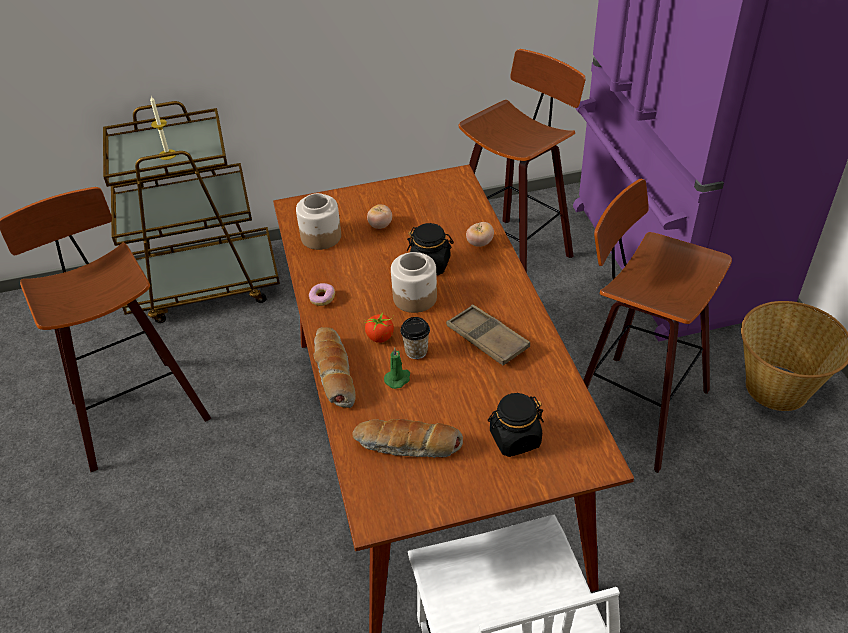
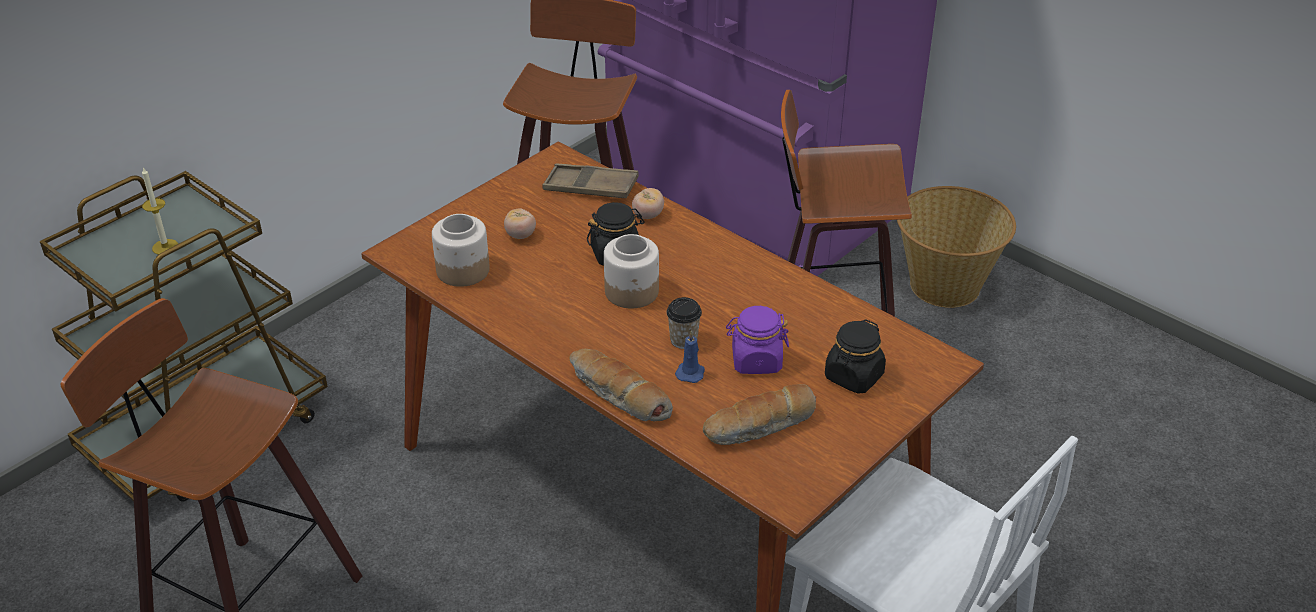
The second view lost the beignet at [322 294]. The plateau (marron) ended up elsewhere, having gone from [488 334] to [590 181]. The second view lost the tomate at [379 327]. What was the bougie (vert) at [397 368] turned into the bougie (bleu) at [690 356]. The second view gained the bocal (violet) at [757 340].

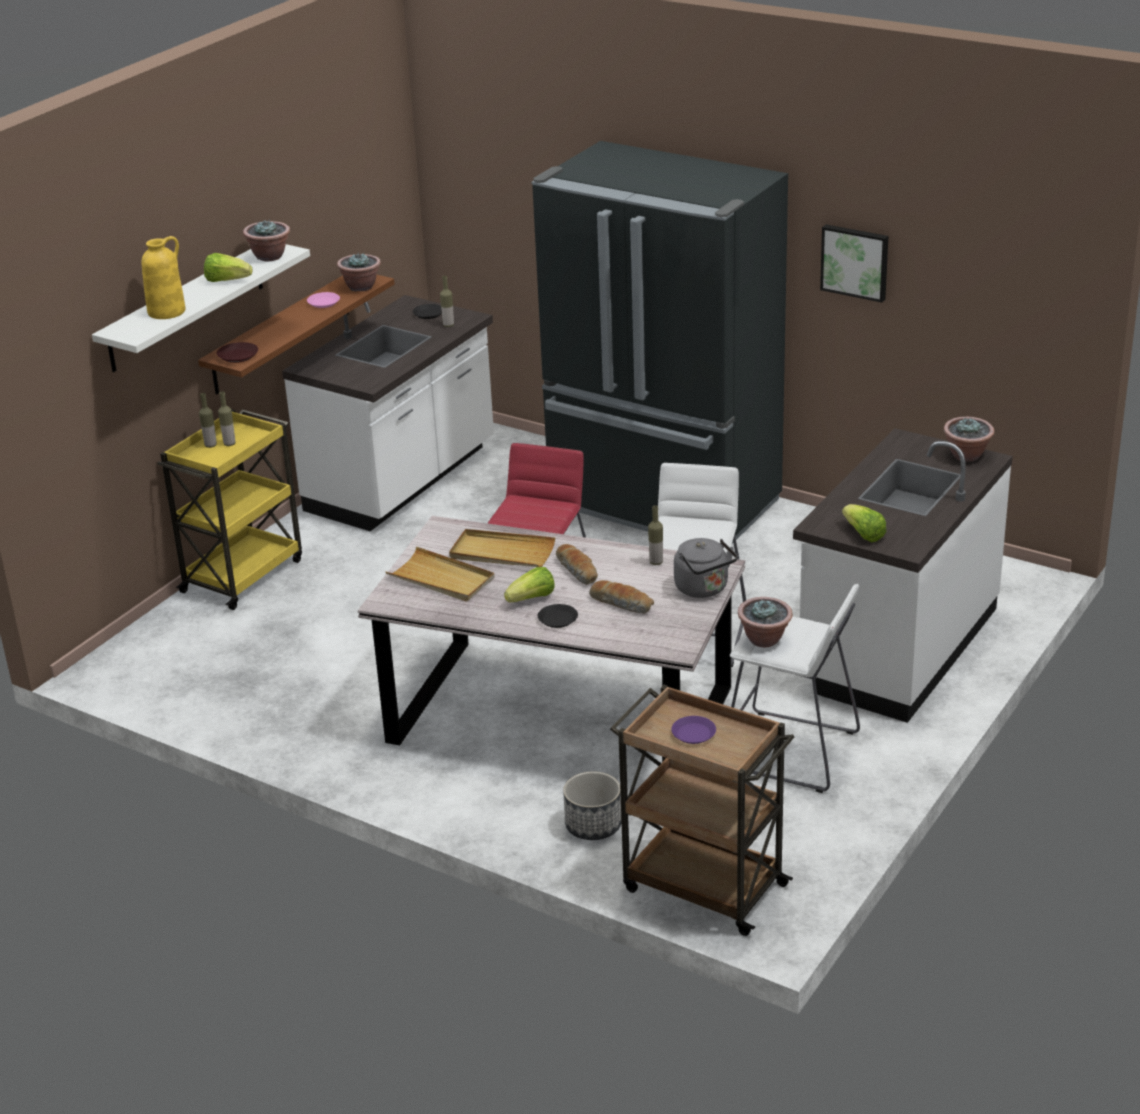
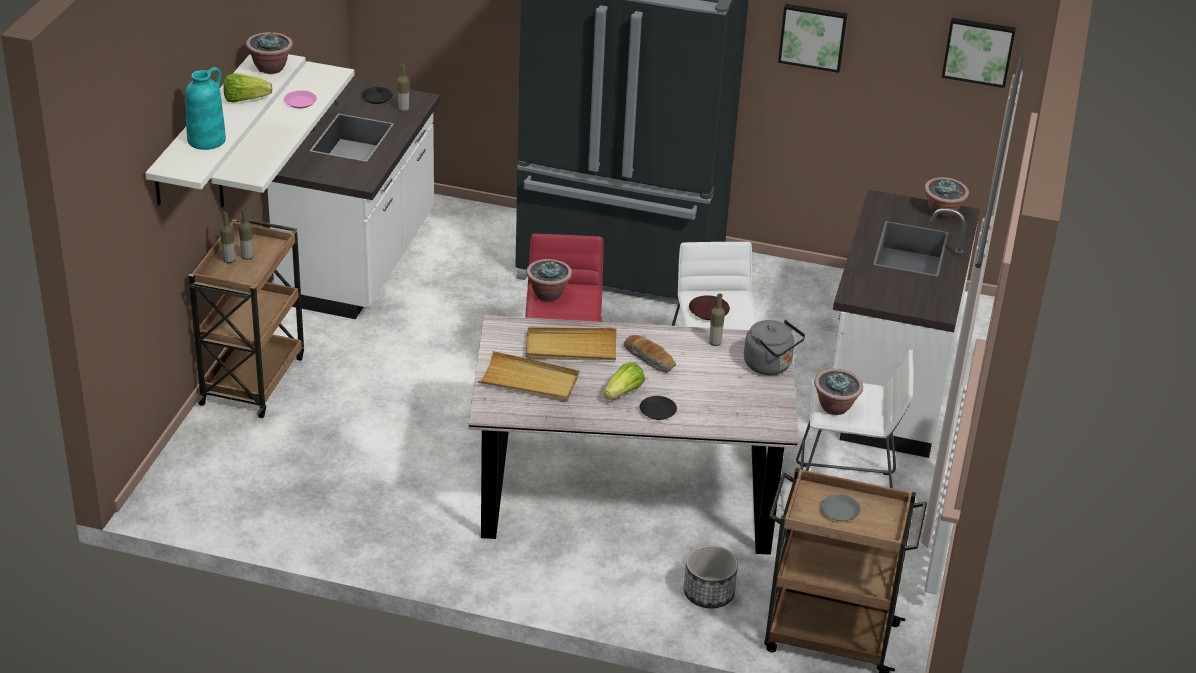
What was the vase (jaune) at [164 277] turned into the vase (turquoise) at [205 108]. The plante en pot ended up elsewhere, having gone from [359 271] to [549 280]. What was the étagère (marron) at [296 335] turned into the étagère (blanc) at [282 134]. The assiette (marron) ended up elsewhere, having gone from [237 352] to [709 307]. What was the chariot (jaune) at [229 509] turned into the chariot (marron) at [246 318]. The second view lost the laitue at [864 523]. The second view lost the pain at [621 597]. What was the assiette (violet) at [693 730] turned into the assiette (gris) at [840 507]. The second view gained the tableau at [979 53].

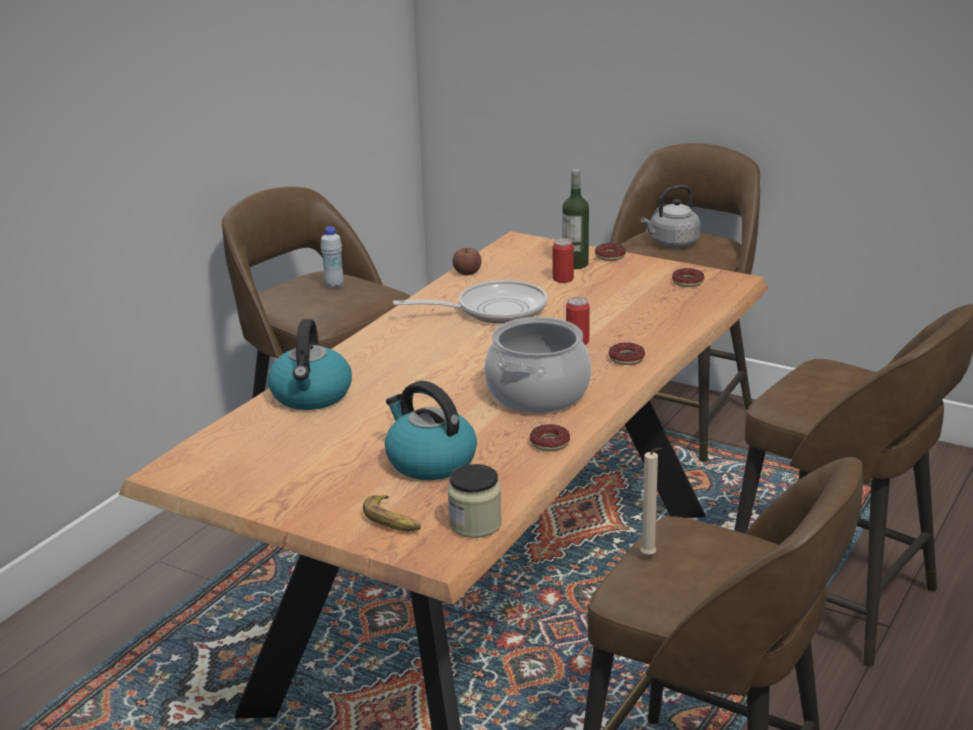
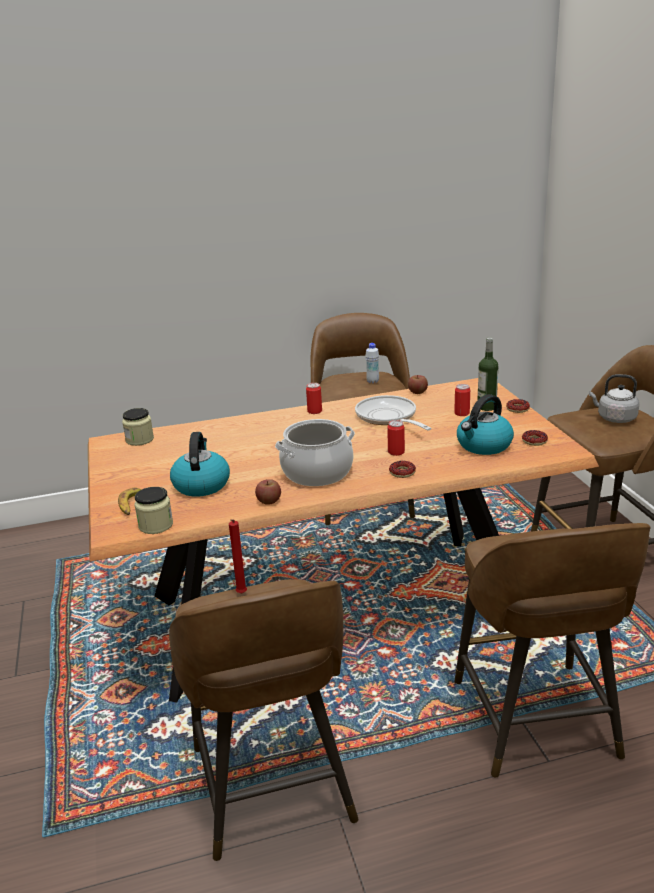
The poêle at [470 301] ended up facing another way, 150 degrees counterclockwise from before. The bouilloire ended up elsewhere, having gone from [310 364] to [485 424]. Where the beignet stood at [549 437], the pomme came to stand at [268 492]. What was the bougie (beige) at [650 502] turned into the bougie (rouge) at [238 556]. The second view gained the boîte métallique at [314 398]. The second view gained the bocal at [138 427].

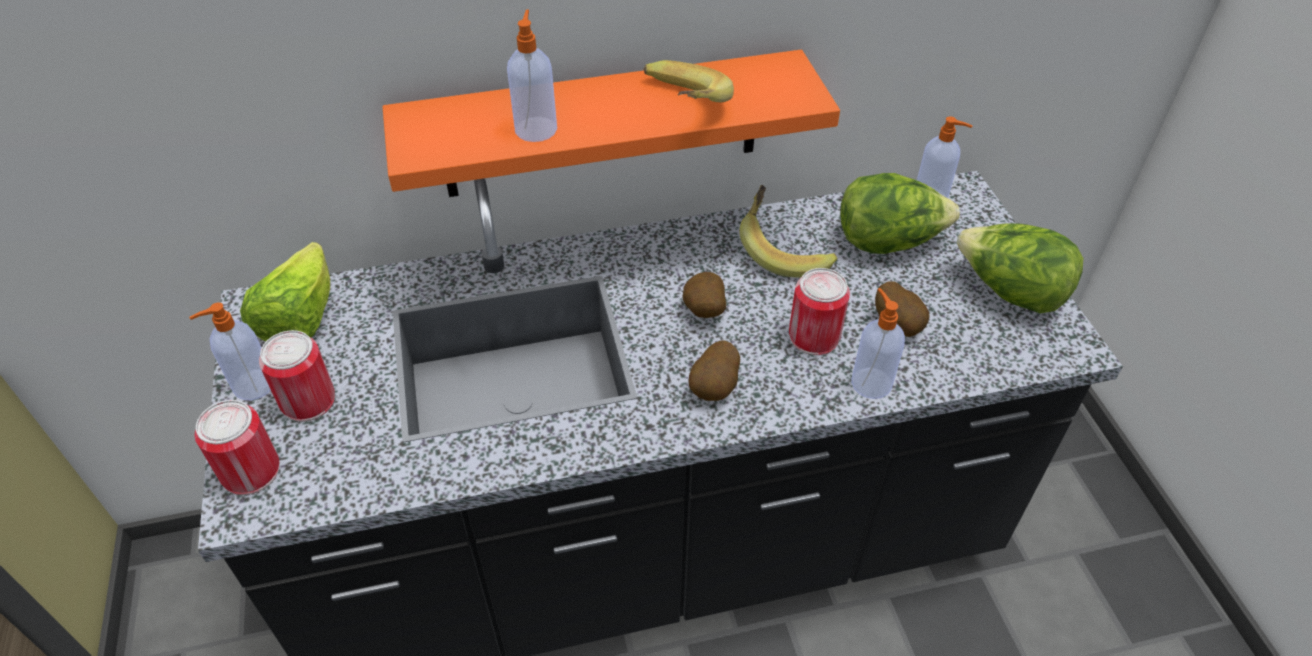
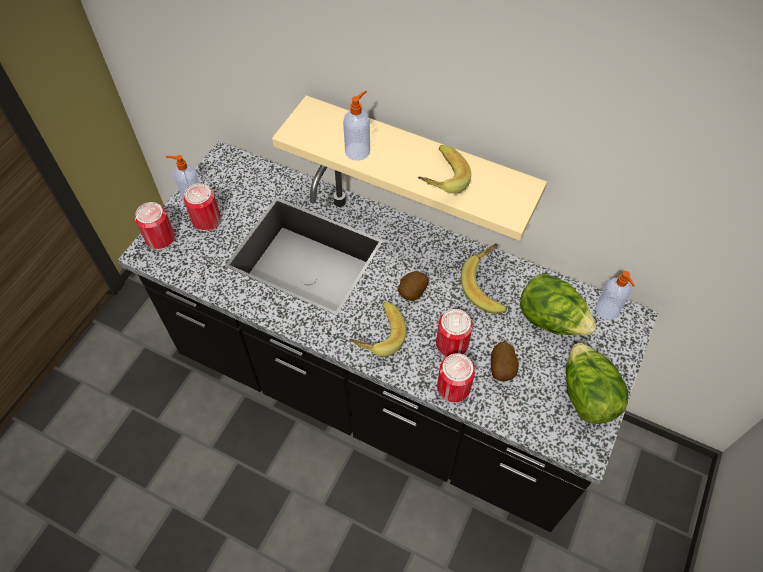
What was the étagère (orange) at [611 123] turned into the étagère (beige) at [409 168]. The second view lost the laitue at [285 292]. Where the distributeur de savon stood at [878 343], the boîte métallique came to stand at [456 378]. Where the pomme de terre stood at [714 371], the banane came to stand at [377 329].

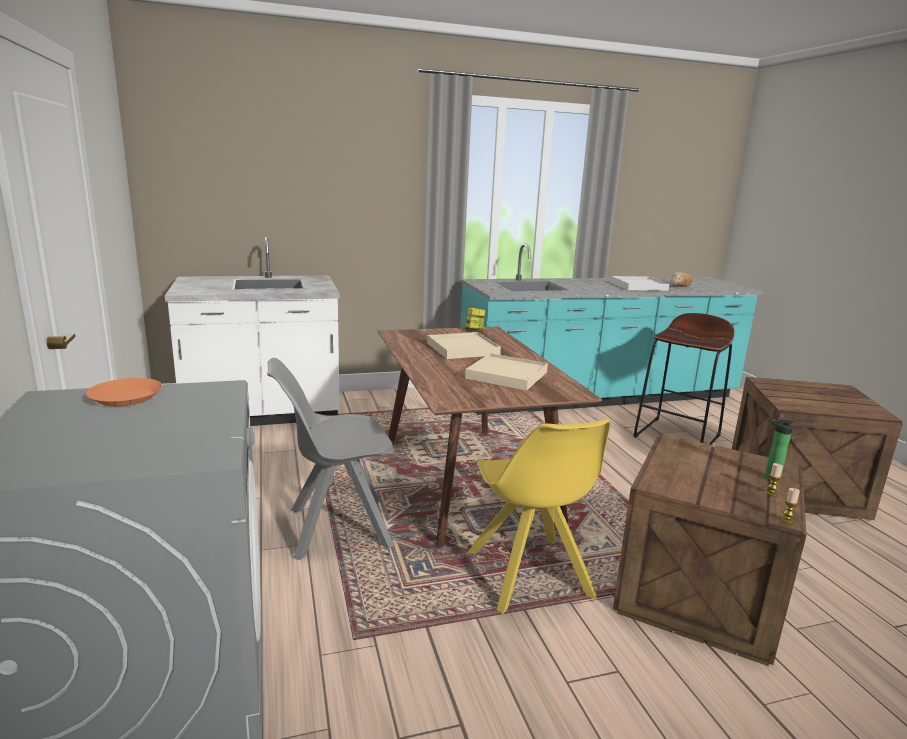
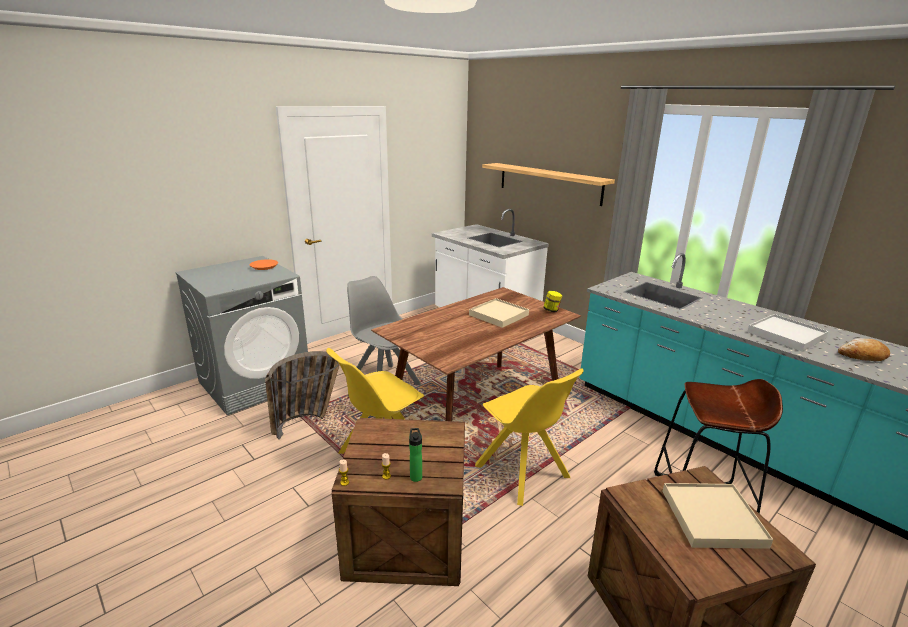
The plateau (beige) ended up elsewhere, having gone from [506 371] to [718 516]. The second view gained the étagère at [548 184]. The second view gained the panier at [302 395]. The second view gained the chaise (jaune) at [529 437].

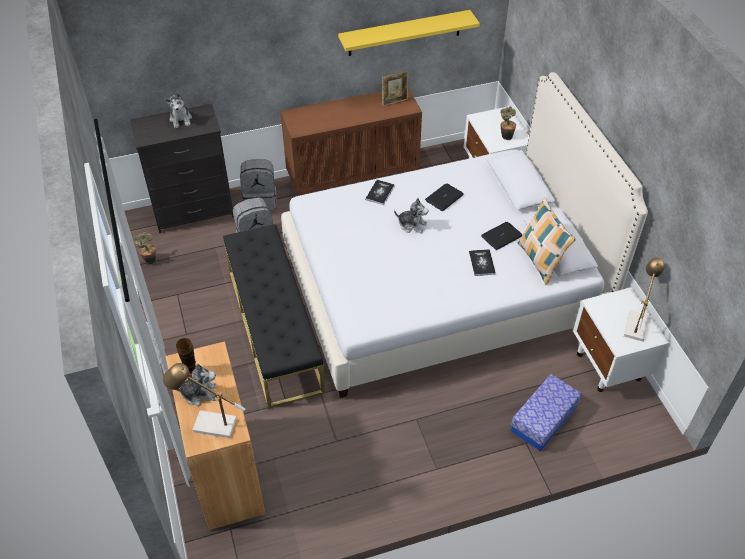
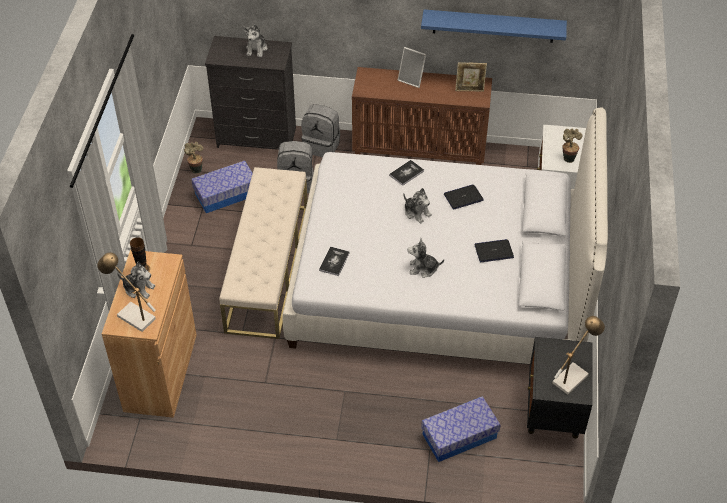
What was the étagère (jaune) at [409 33] turned into the étagère (bleu) at [494 26]. The second view lost the coussin at [547 241]. What was the banc (noir) at [274 316] turned into the banc (beige) at [263 253]. The livre ended up elsewhere, having gone from [482 262] to [334 261]. What was the table de chevet (blanc) at [621 339] turned into the table de chevet (noir) at [559 388]. The second view gained the cadre photo at [412 67]. The second view gained the boîte de rangement at [222 186]. The second view gained the peluche at [425 258].

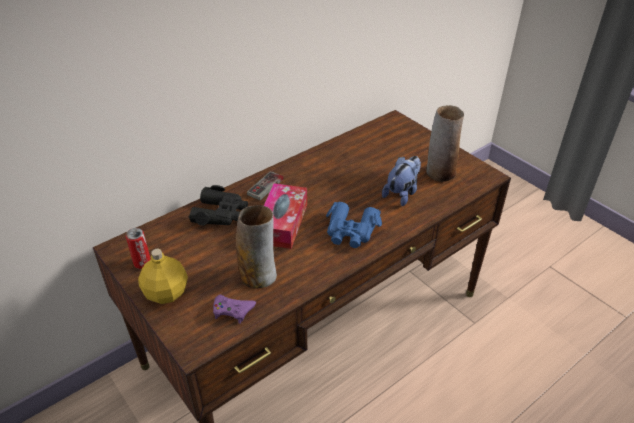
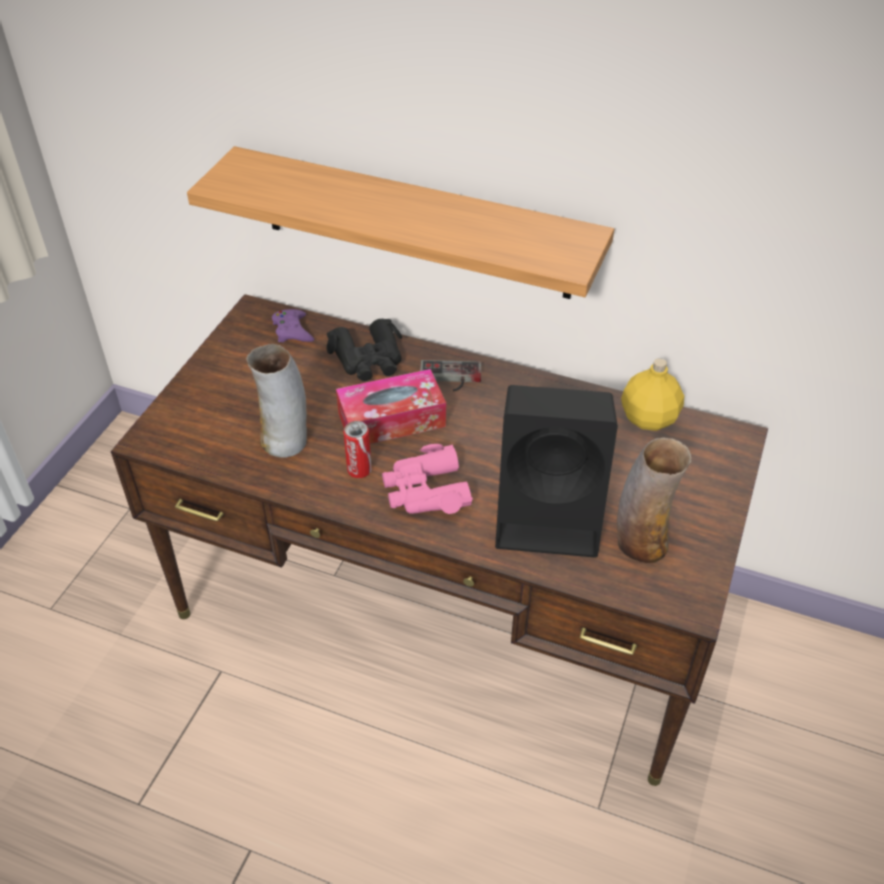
Where the peluche stood at [401 181], the enceinte (noir) came to stand at [556 471]. What was the jumelles (bleu) at [354 225] turned into the jumelles (rose) at [427 479]. The boîte métallique ended up elsewhere, having gone from [138 248] to [357 449]. The bouteille (jaune) ended up elsewhere, having gone from [163 276] to [652 394]. The manette (violet) ended up elsewhere, having gone from [234 309] to [293 325]. The second view gained the étagère at [400 222].

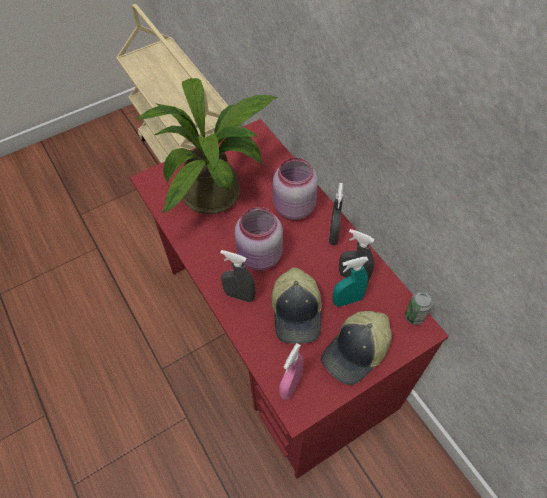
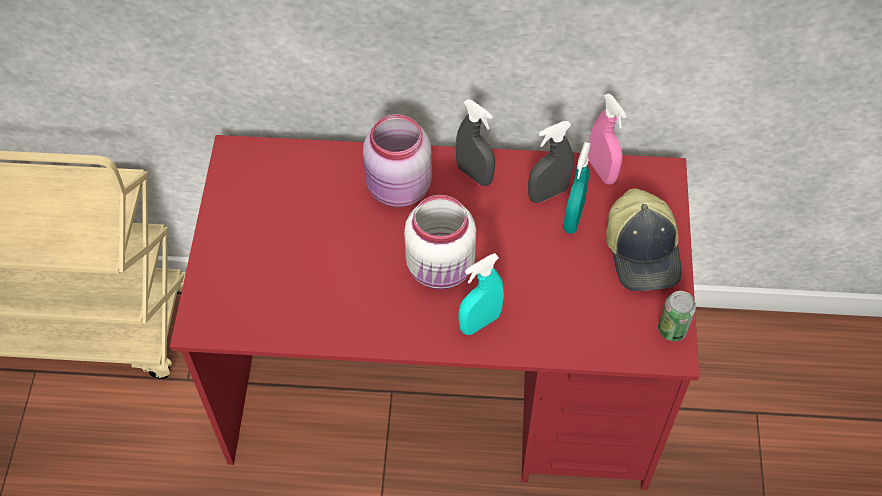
The second view lost the plante en pot at [206 146]. What was the bocal (rose) at [259 238] turned into the bocal (blanc) at [440 242]. What was the vaporisateur (gris) at [238 276] turned into the vaporisateur (turquoise) at [481 294]. The second view lost the casquette at [297 305]. The boîte métallique ended up elsewhere, having gone from [419 308] to [677 316]. The vaporisateur (rose) ended up elsewhere, having gone from [291 371] to [607 139].

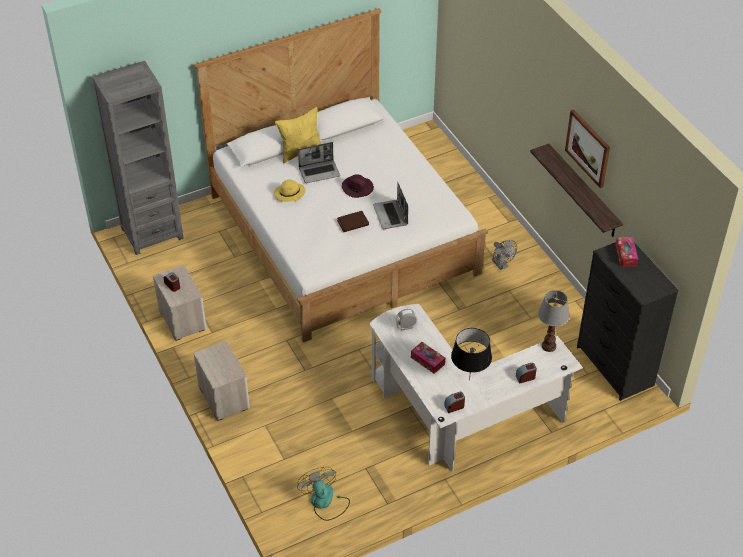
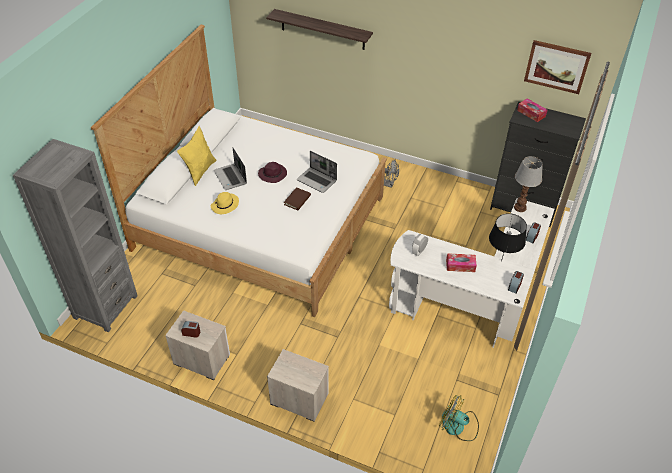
The tableau ended up elsewhere, having gone from [587 149] to [557 67]. The ordinateur portable at [319 162] ended up facing another way, 120 degrees clockwise from before. The étagère ended up elsewhere, having gone from [576 190] to [319 29].

